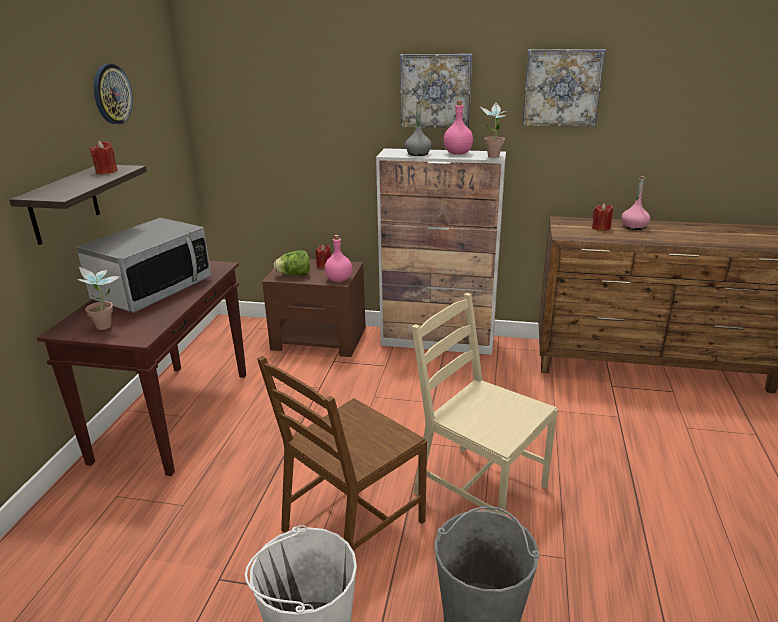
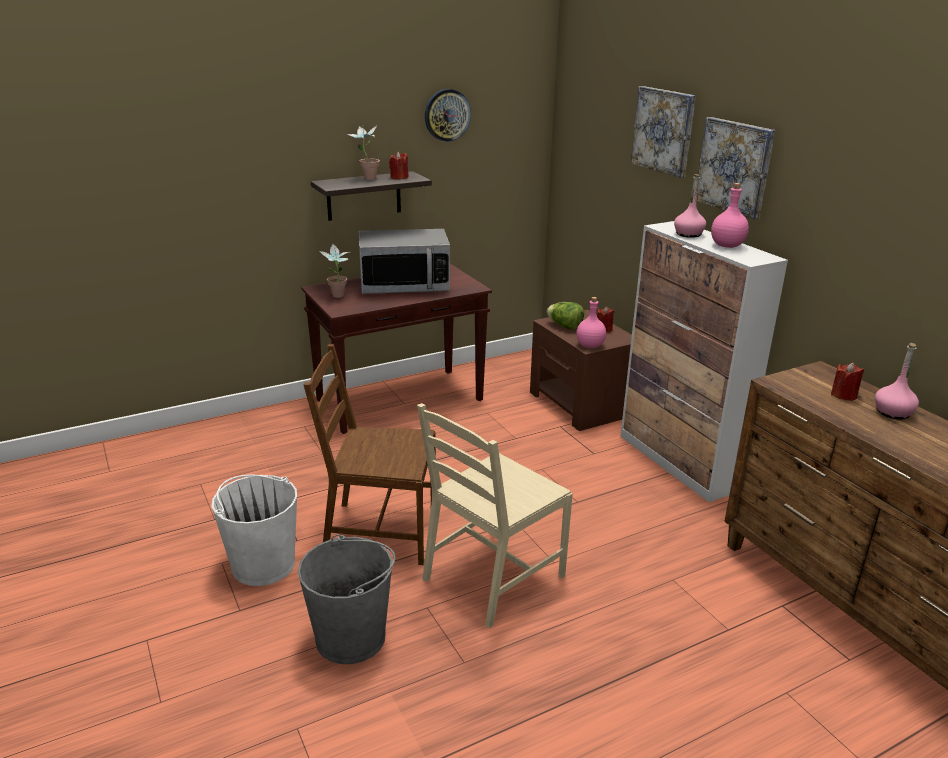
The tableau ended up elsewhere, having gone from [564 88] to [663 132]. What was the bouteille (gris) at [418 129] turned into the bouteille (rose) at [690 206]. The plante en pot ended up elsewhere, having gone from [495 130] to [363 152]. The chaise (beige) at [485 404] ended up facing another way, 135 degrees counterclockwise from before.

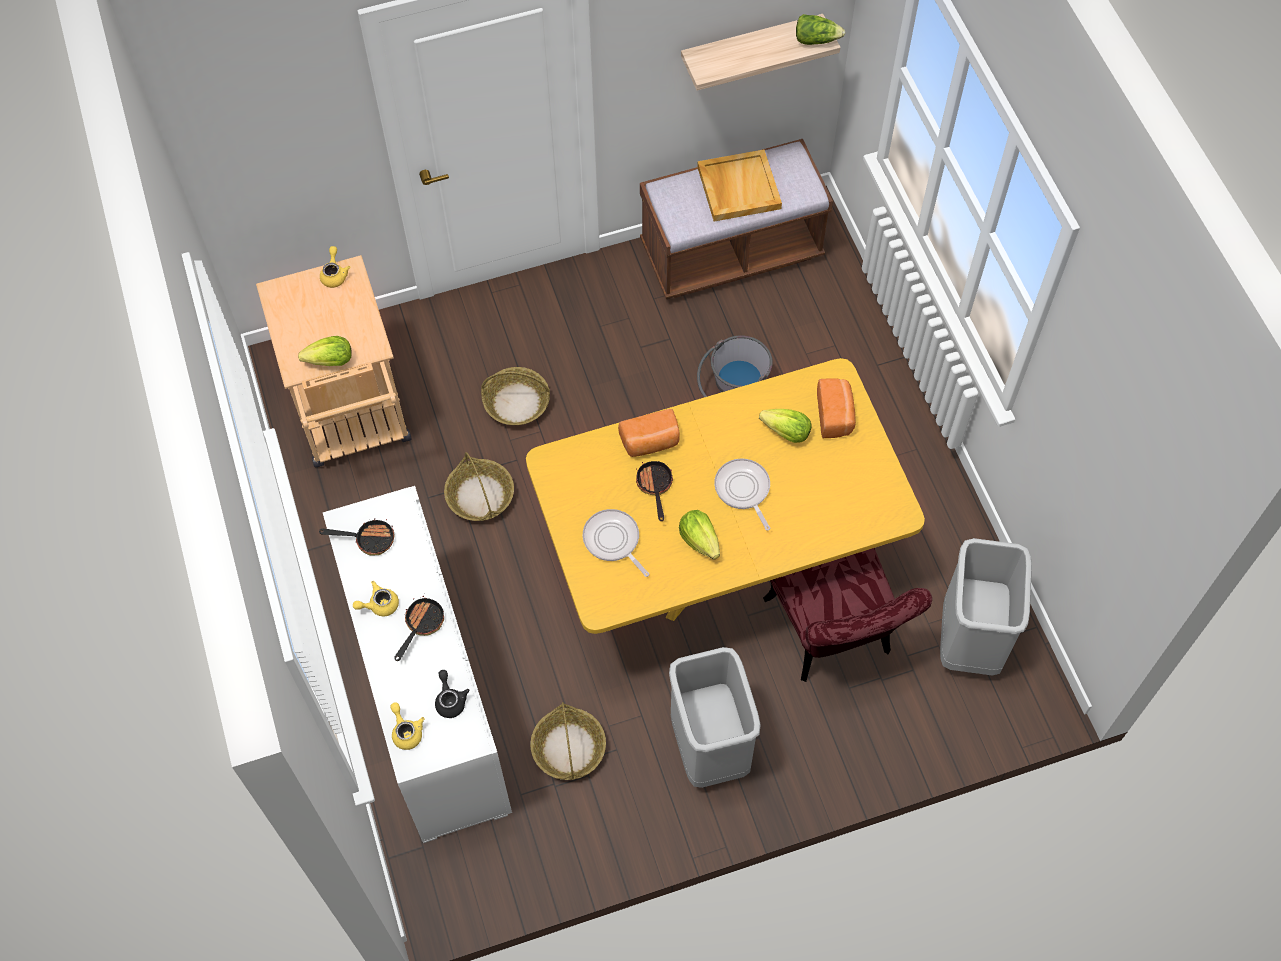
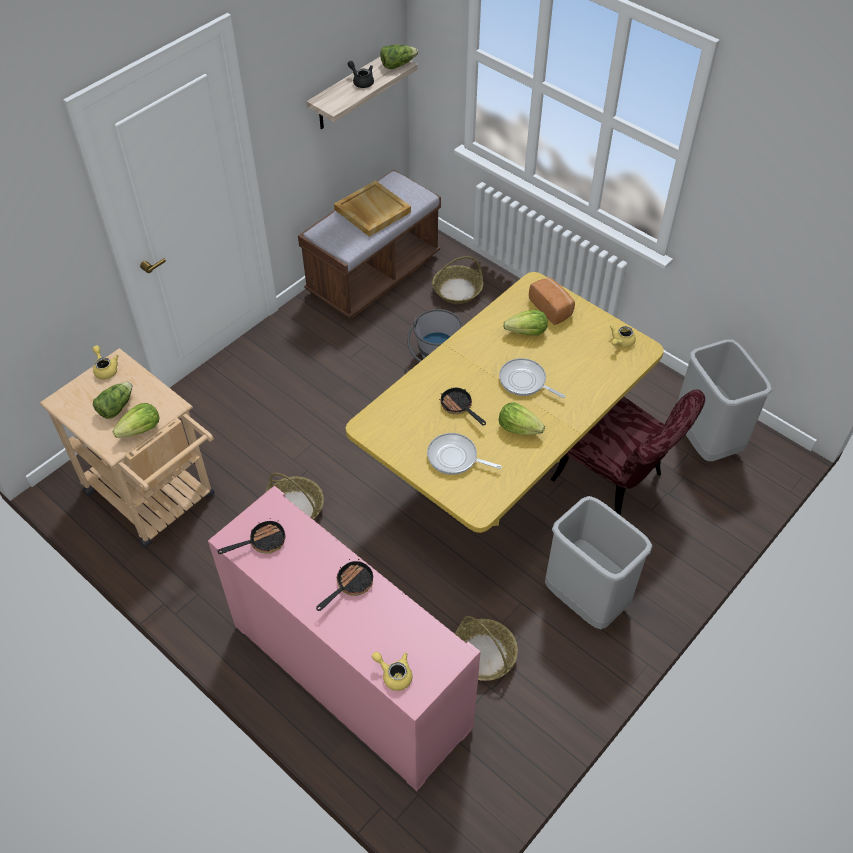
The panier ended up elsewhere, having gone from [515 396] to [457 280]. The second view lost the pain at [649 433]. What was the meuble de rangement (blanc) at [417 664] turned into the meuble de rangement (rose) at [344 638]. The théière (jaune) ended up elsewhere, having gone from [376 599] to [623 337]. The poêle at [419 628] ended up facing another way, 45 degrees clockwise from before. The théière (noir) ended up elsewhere, having gone from [452 694] to [361 74]. The second view gained the laitue at [112 400].

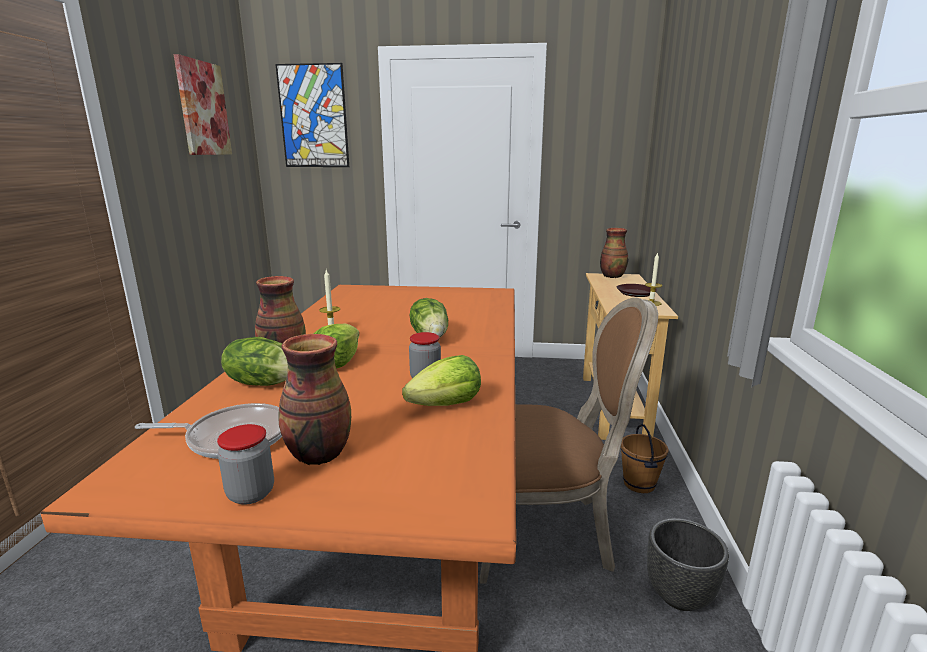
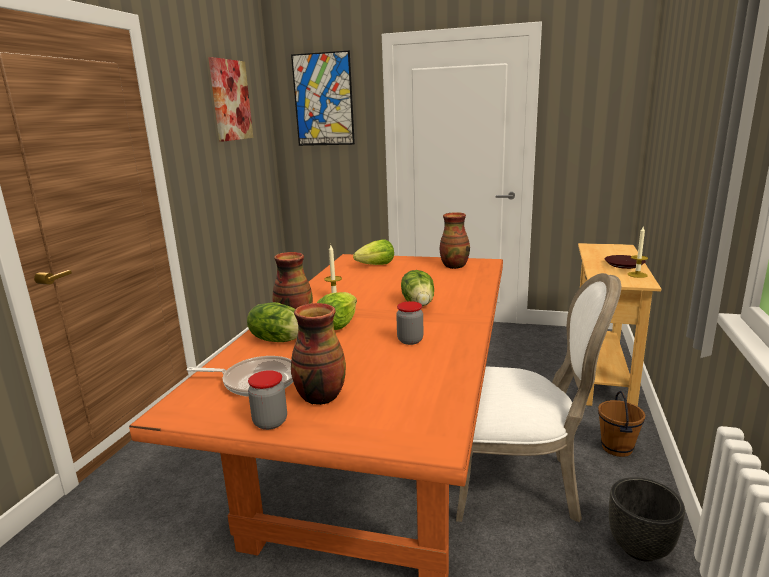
The vase ended up elsewhere, having gone from [614 253] to [455 240]. What was the chaise (marron) at [569 440] turned into the chaise (blanc) at [538 397]. The laitue ended up elsewhere, having gone from [441 380] to [373 252].

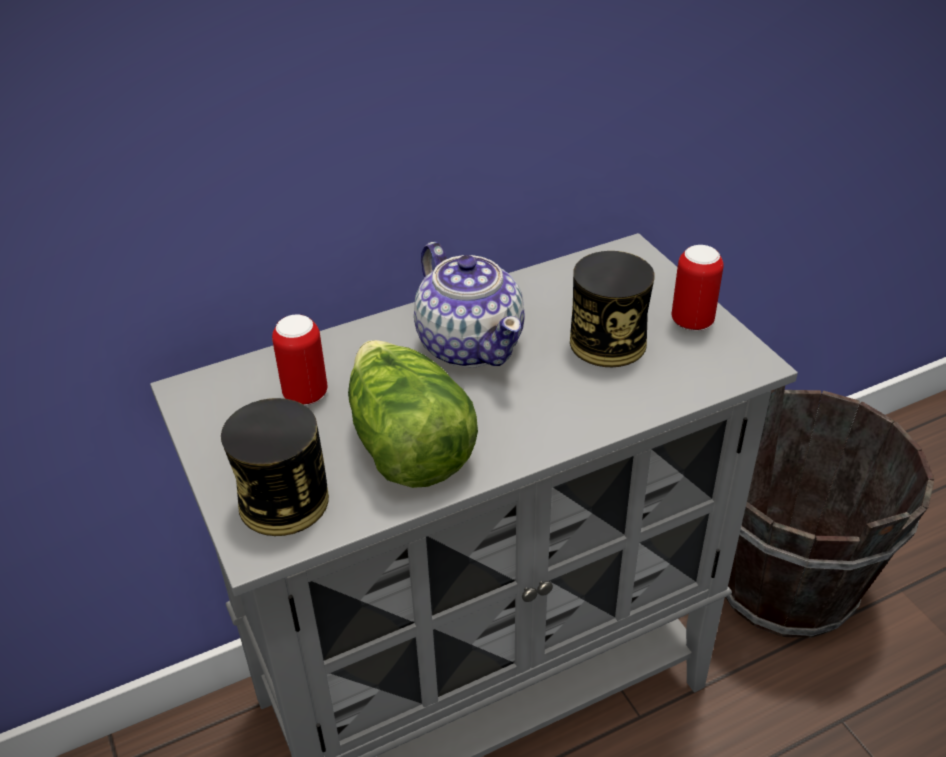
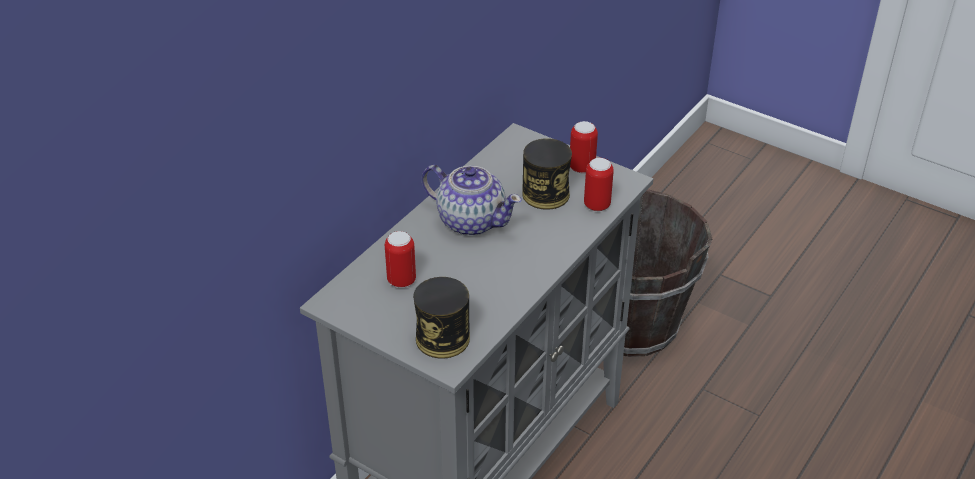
The second view lost the laitue at [413 414]. The second view gained the boîte métallique at [599 184].

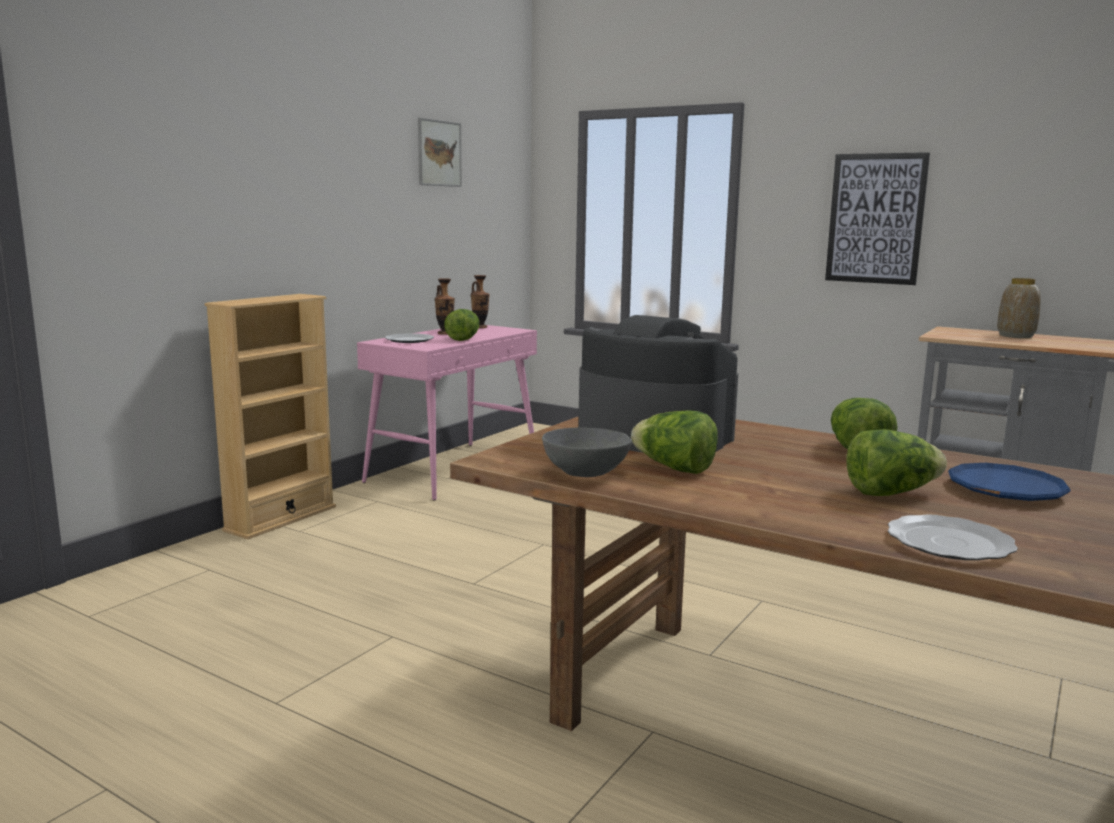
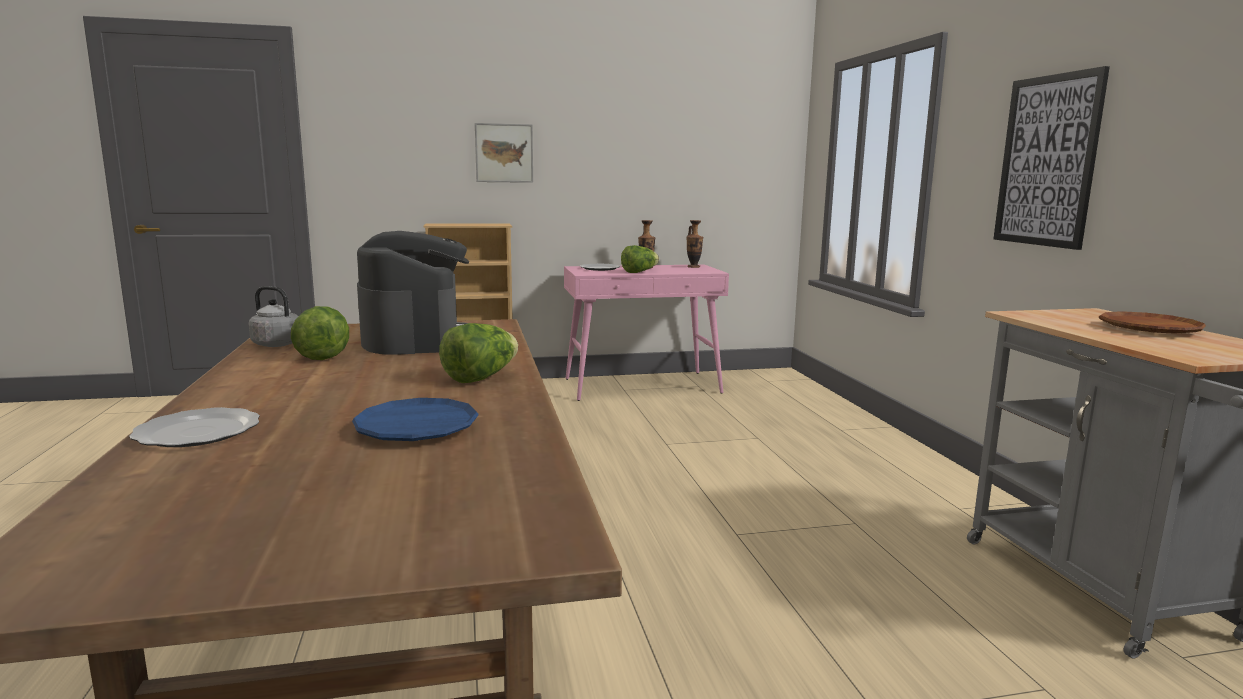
The tableau ended up elsewhere, having gone from [440 152] to [504 153]. Where the vase stood at [1019 308], the assiette (marron) came to stand at [1152 322]. Where the bol (gris) stood at [587 452], the bouilloire (gris) came to stand at [273 316]. The second view lost the laitue at [896 462].

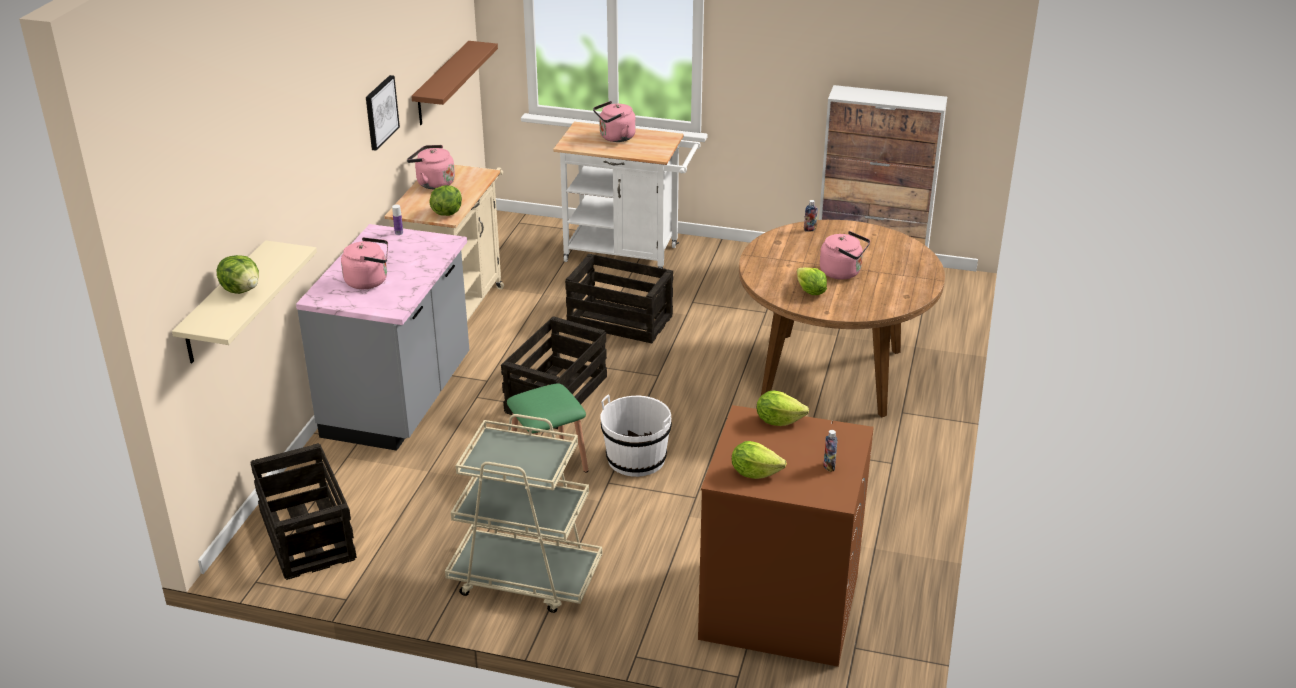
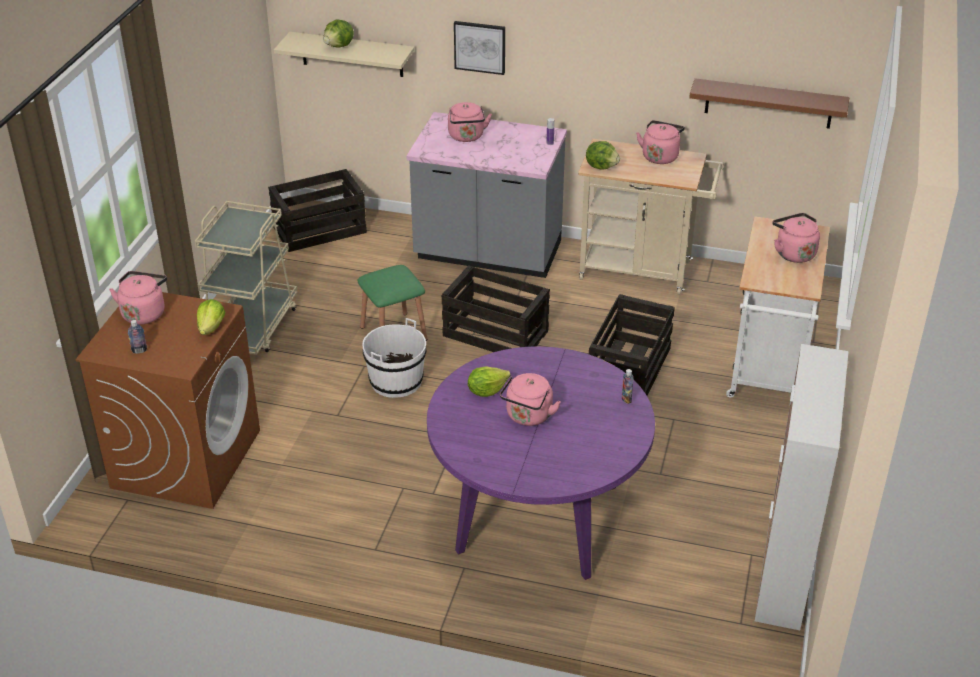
The tableau ended up elsewhere, having gone from [383 113] to [479 48]. What was the table à manger (marron) at [842 318] turned into the table à manger (violet) at [541 463]. Where the laitue stood at [759 460], the bouilloire (rose) came to stand at [138 298].

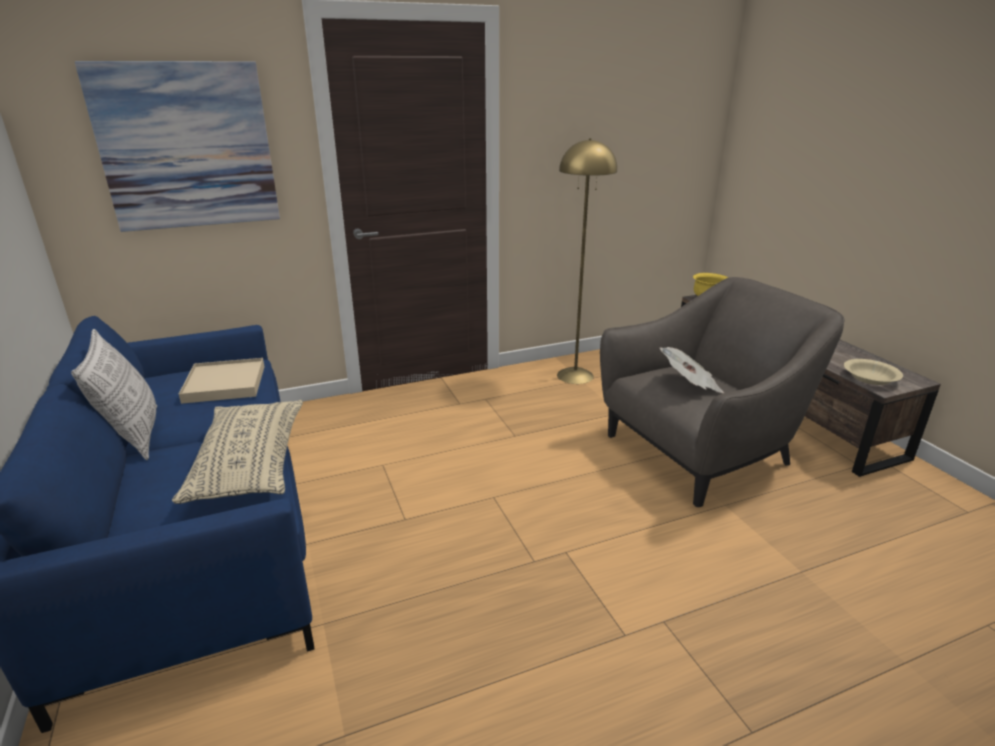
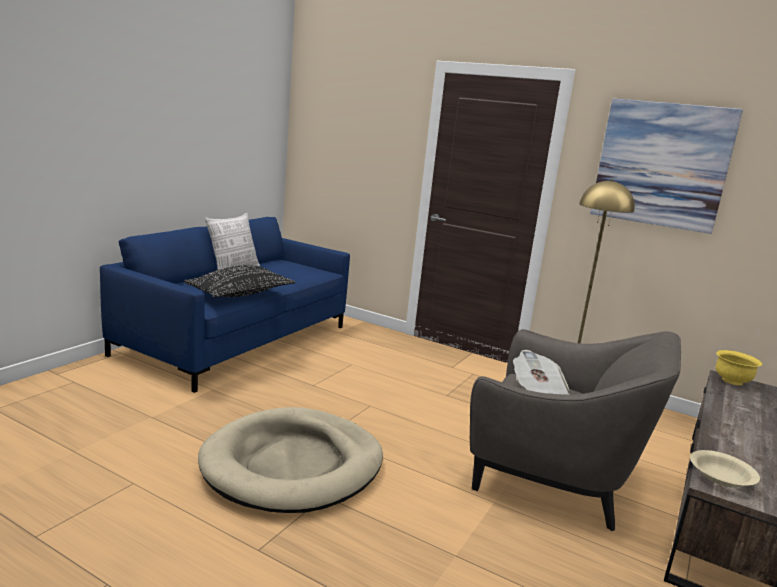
The tableau ended up elsewhere, having gone from [177 146] to [666 166]. The second view lost the plateau (beige) at [222 381]. What was the coussin (beige) at [237 452] turned into the coussin (noir) at [239 281]. The second view gained the panier pour chien (beige) at [290 460].

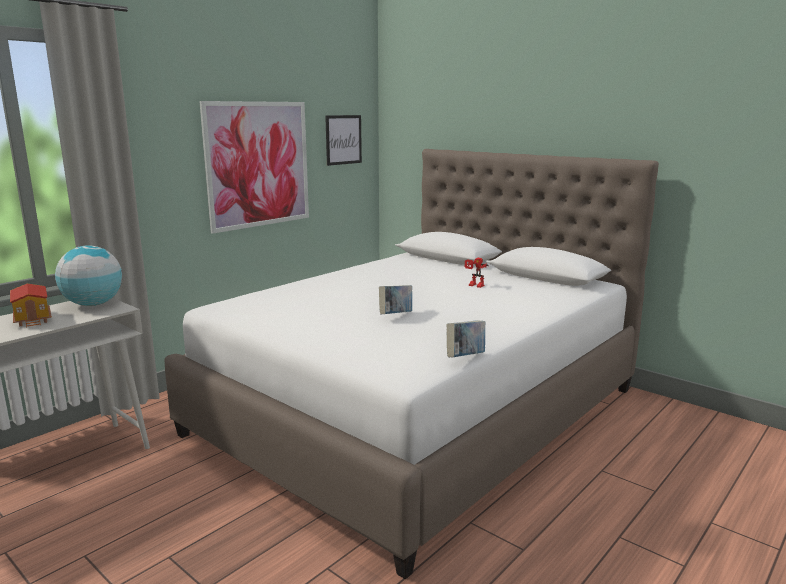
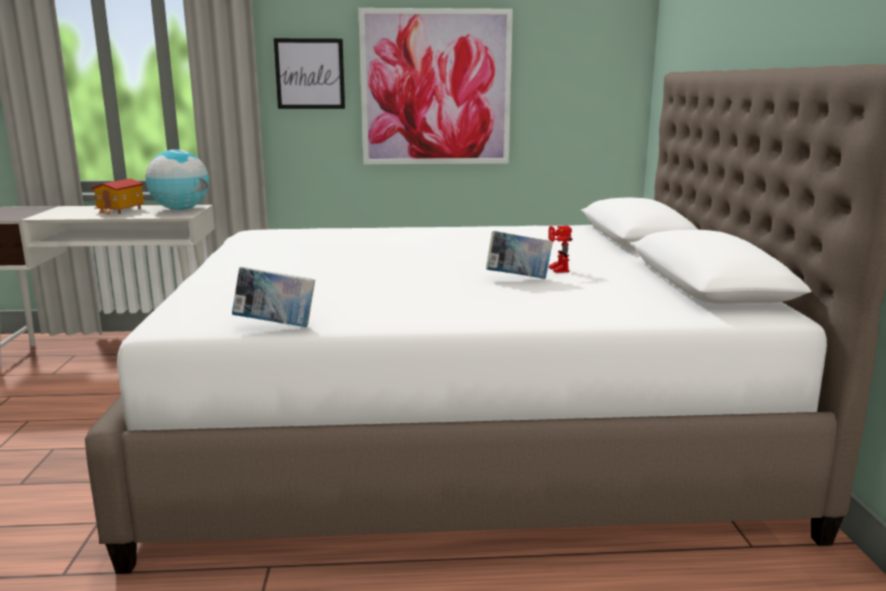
The tableau ended up elsewhere, having gone from [343 140] to [309 73]. The livre ended up elsewhere, having gone from [395 299] to [519 255].

